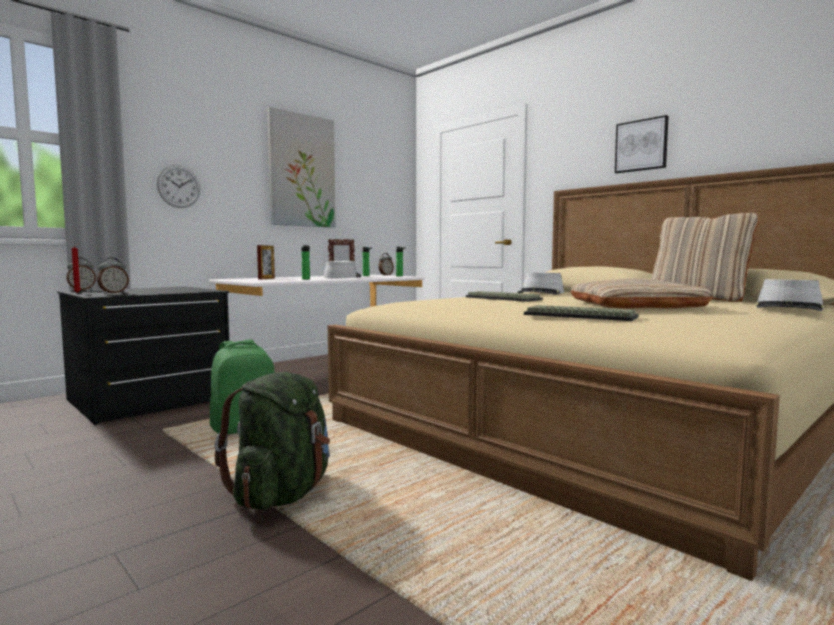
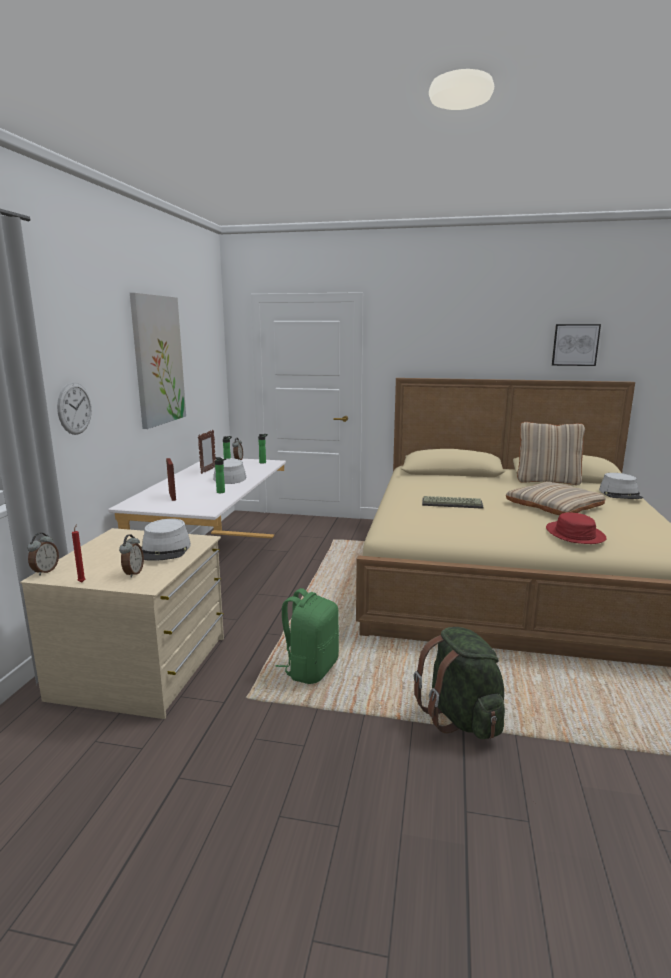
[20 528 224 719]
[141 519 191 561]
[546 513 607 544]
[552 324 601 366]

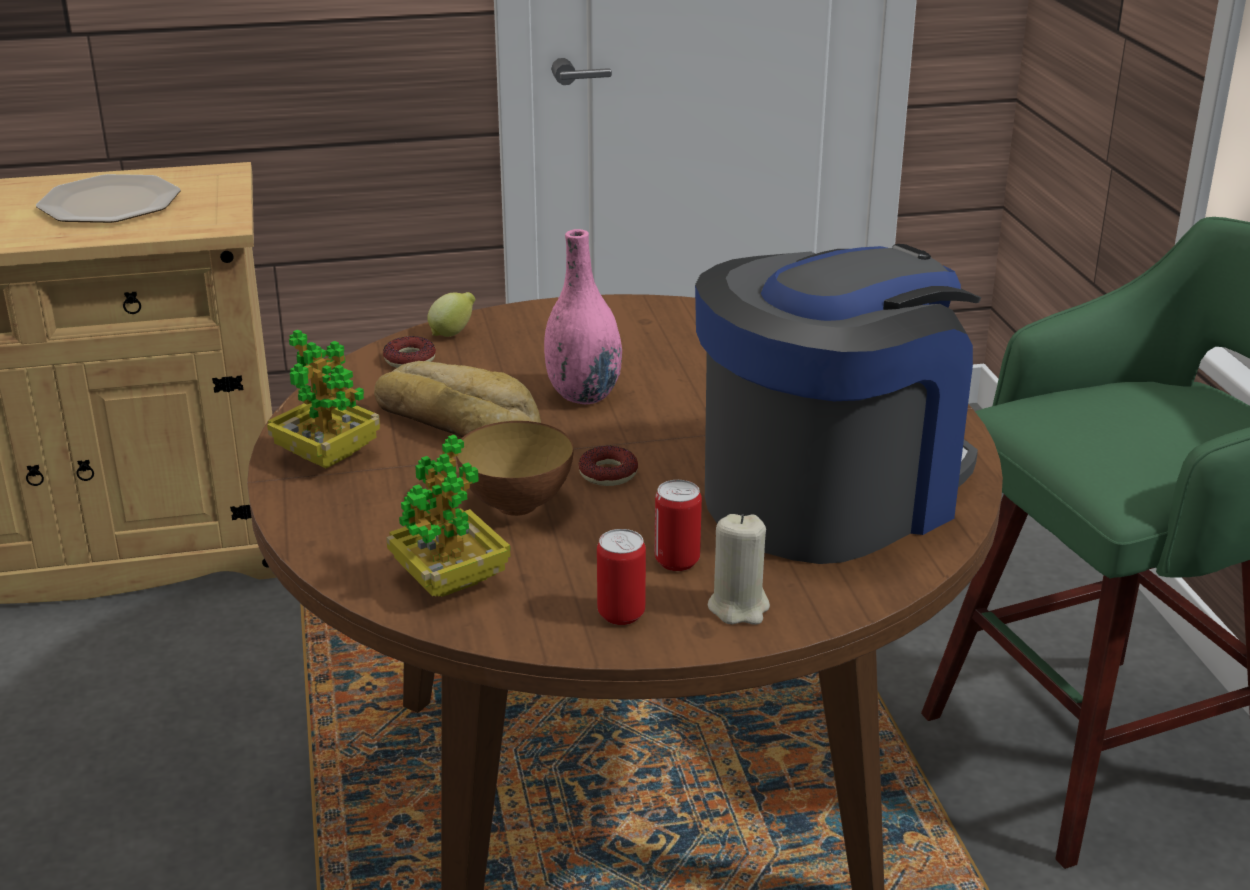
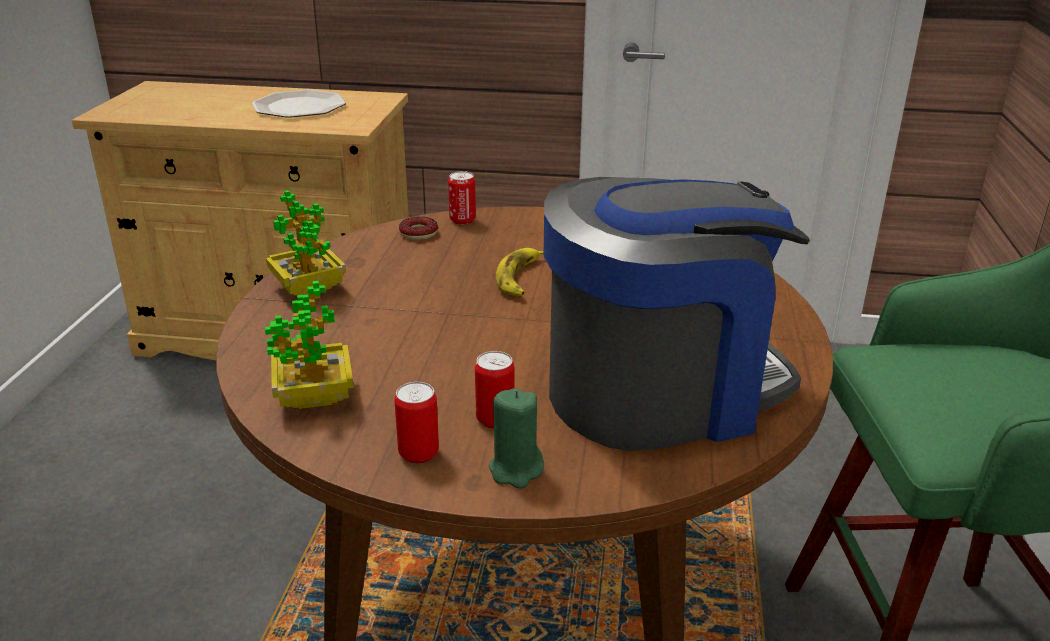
[374 361 541 438] (first image)
[448 171 476 225]
[456 421 574 516] (first image)
[496 248 544 296]
[579 446 638 486] (first image)
[489 388 544 489]

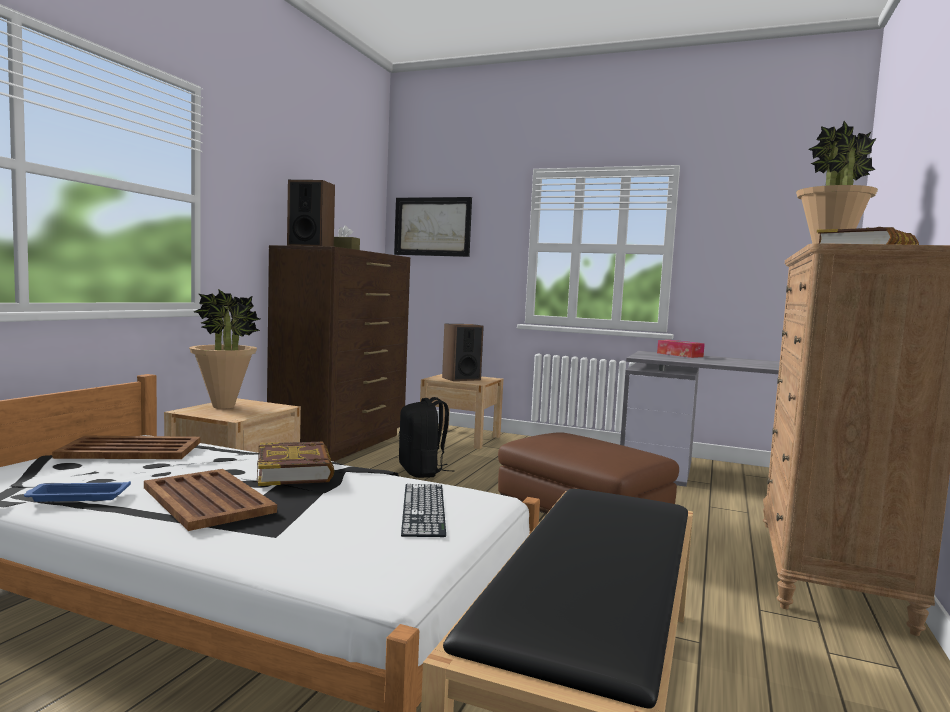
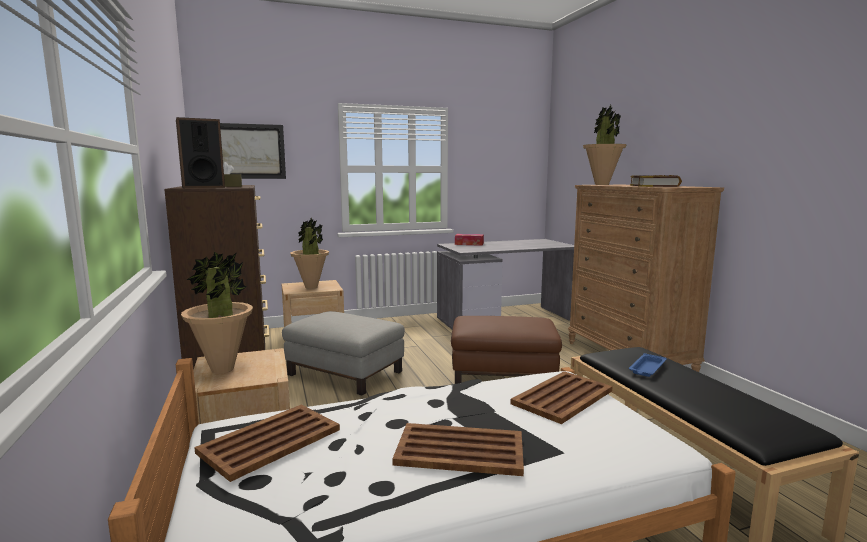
[629 353 666 377]
[257 442 334 486] (first image)
[282 311 405 396]
[510 371 613 424]
[290 218 329 289]

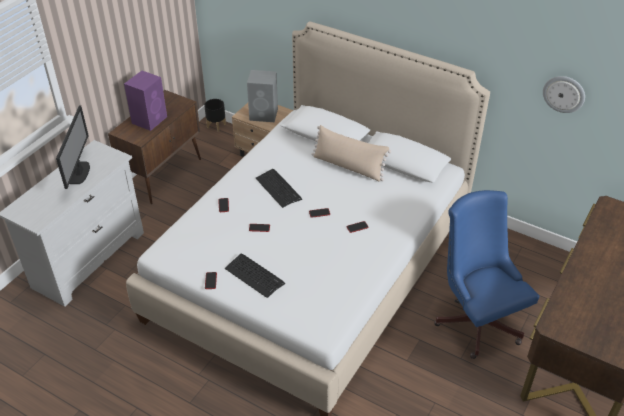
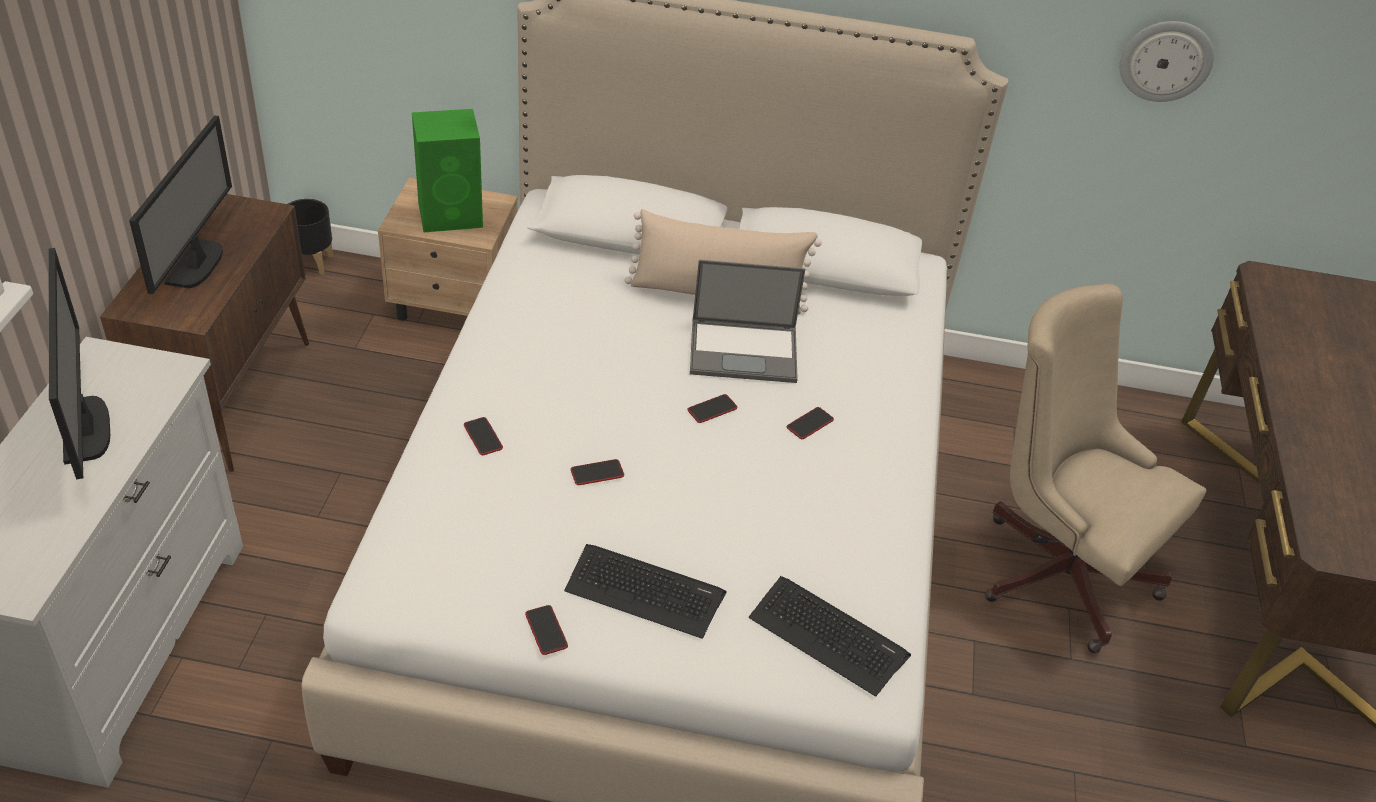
[129 115 232 294]
[412 109 483 232]
[749 576 911 697]
[985 284 1206 653]
[690 260 805 383]

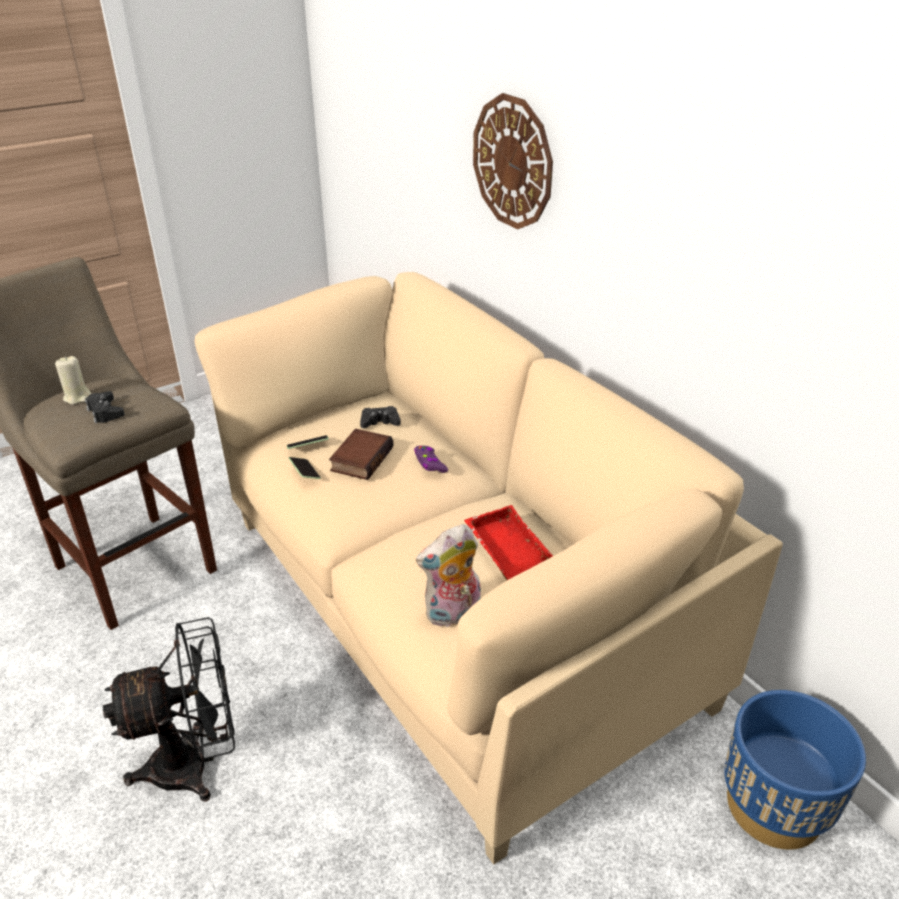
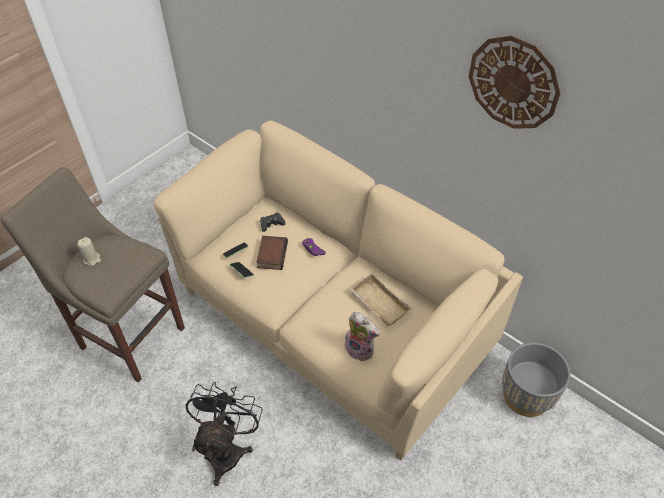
[85 391 125 423] (first image)
[185 382 263 486]
[345 312 380 362]
[349 273 412 326]
[469 36 561 129]
[502 342 571 417]

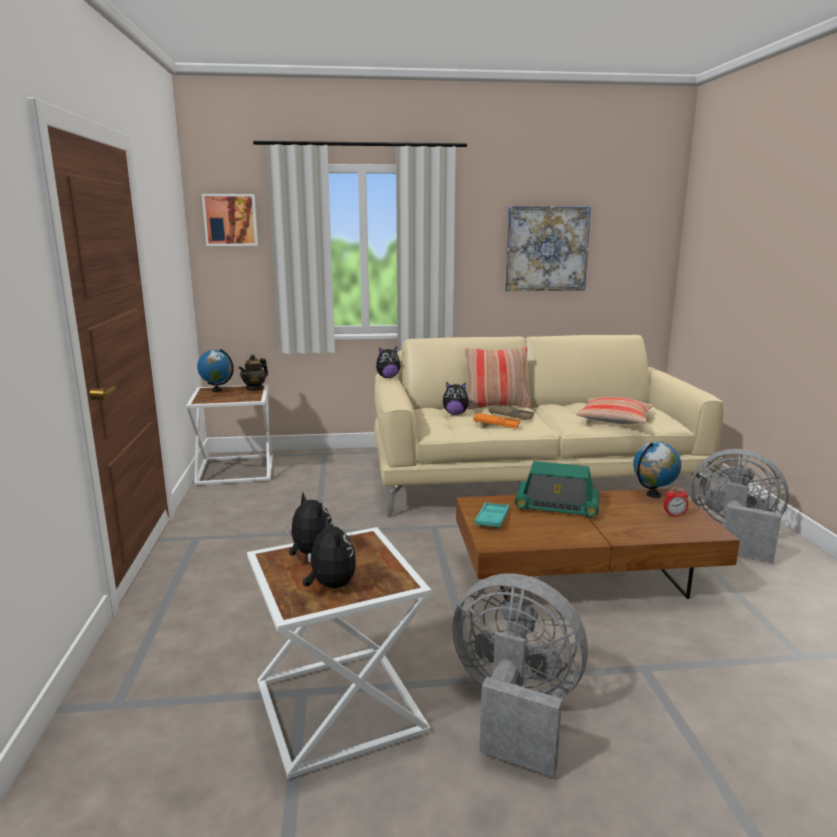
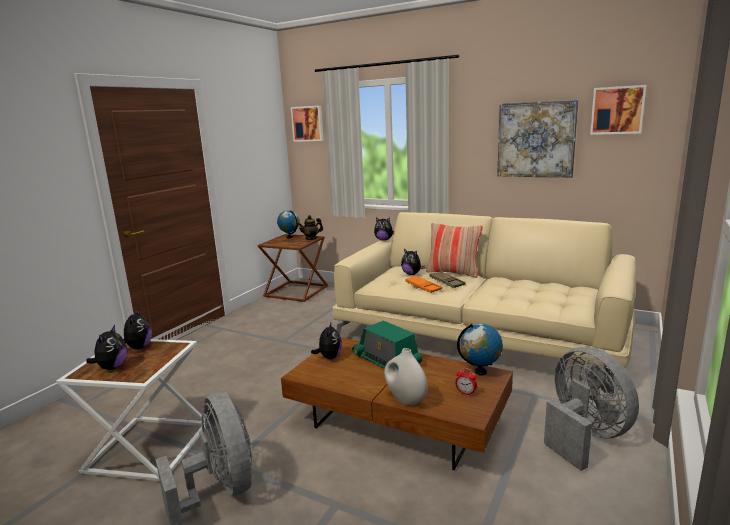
[258 234 328 302]
[311 323 342 359]
[577 397 653 424] (first image)
[384 348 428 406]
[590 85 646 135]

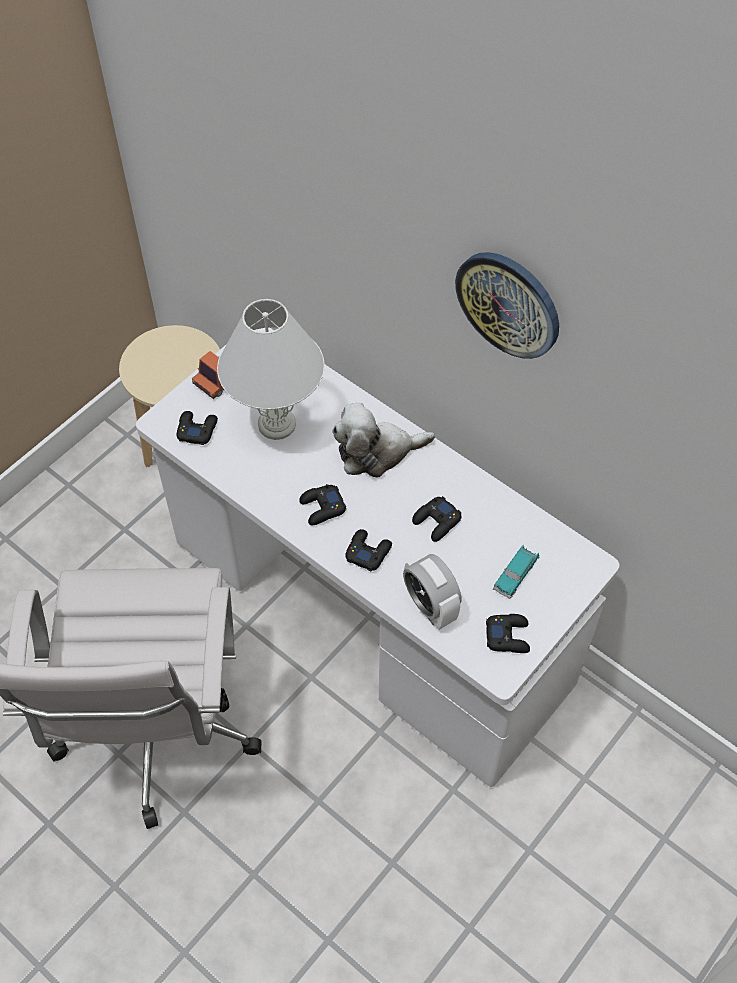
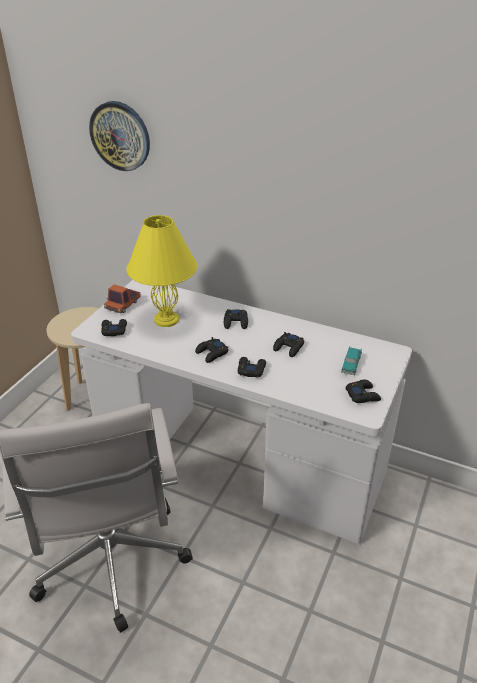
[126 215 197 327]
[224 309 248 329]
[403 553 462 630] (first image)
[89 101 150 171]

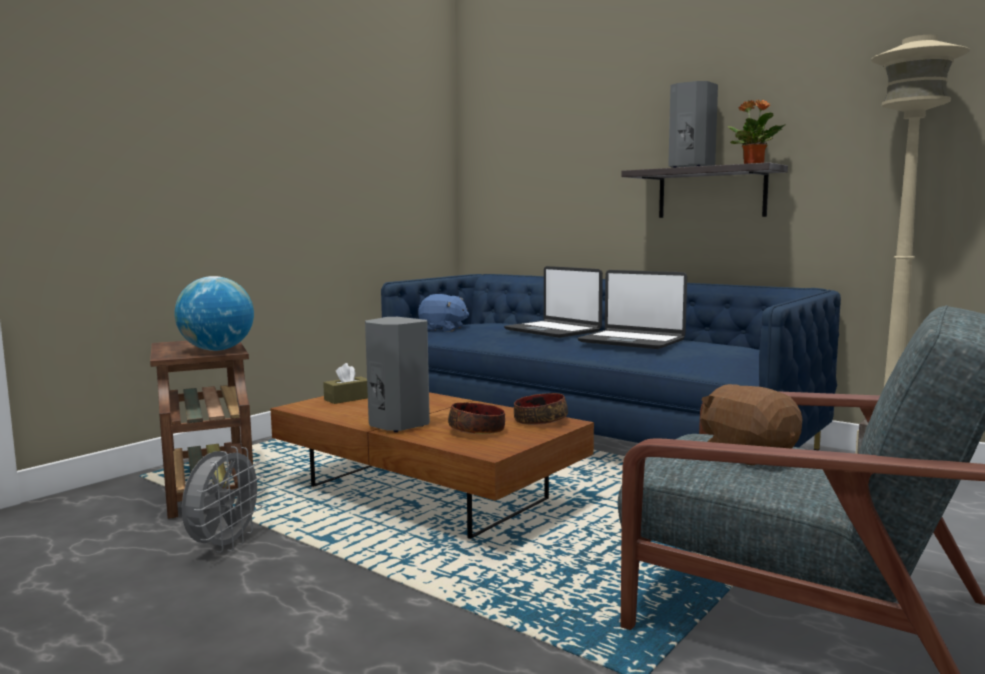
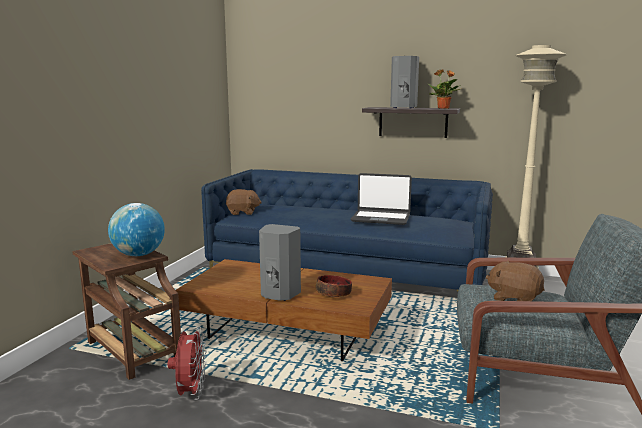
[168 327 207 400]
[323 363 368 404] (first image)
[226 189 262 215]
[504 266 603 338] (first image)
[514 393 568 425] (first image)

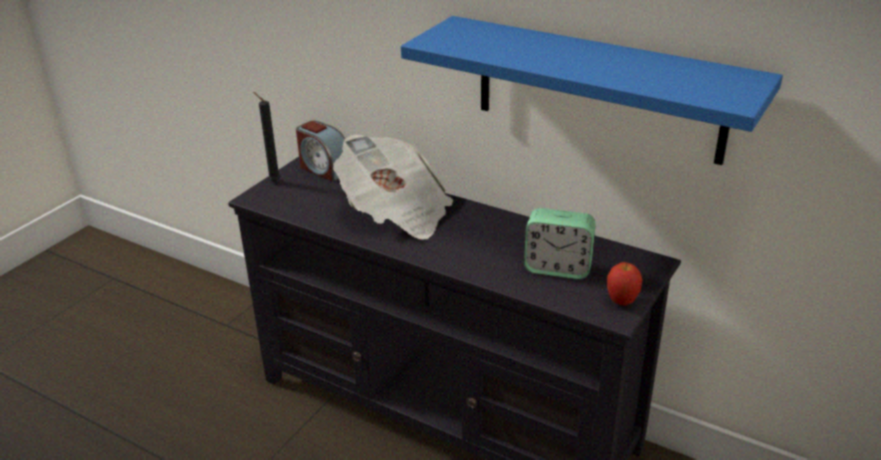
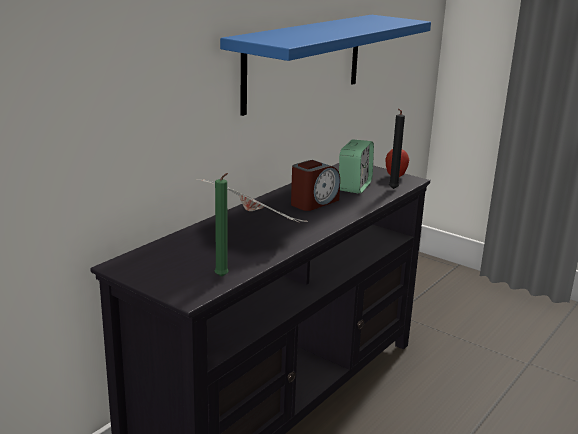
[389 109 405 189]
[291 160 340 211]
[215 173 229 277]

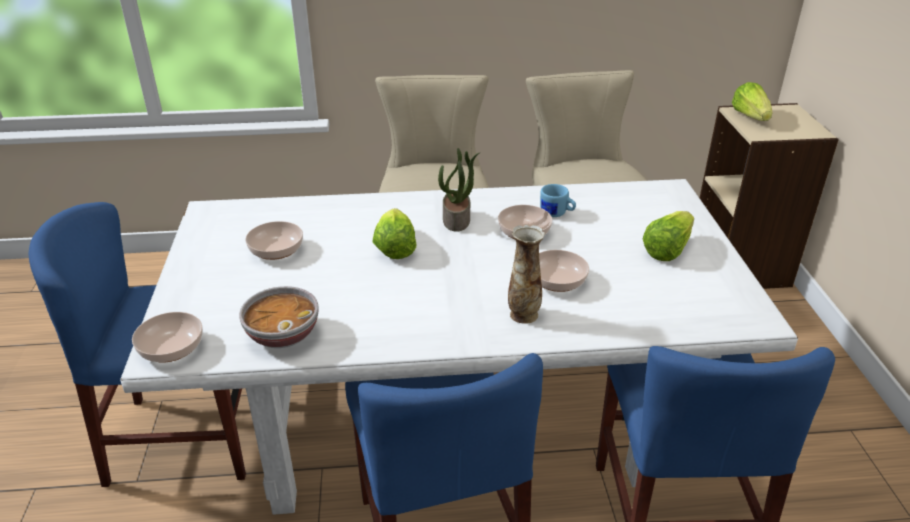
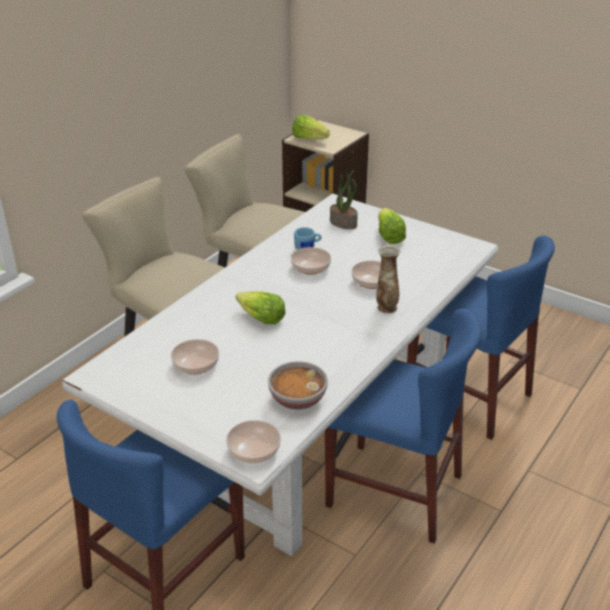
[330 170 358 229]

